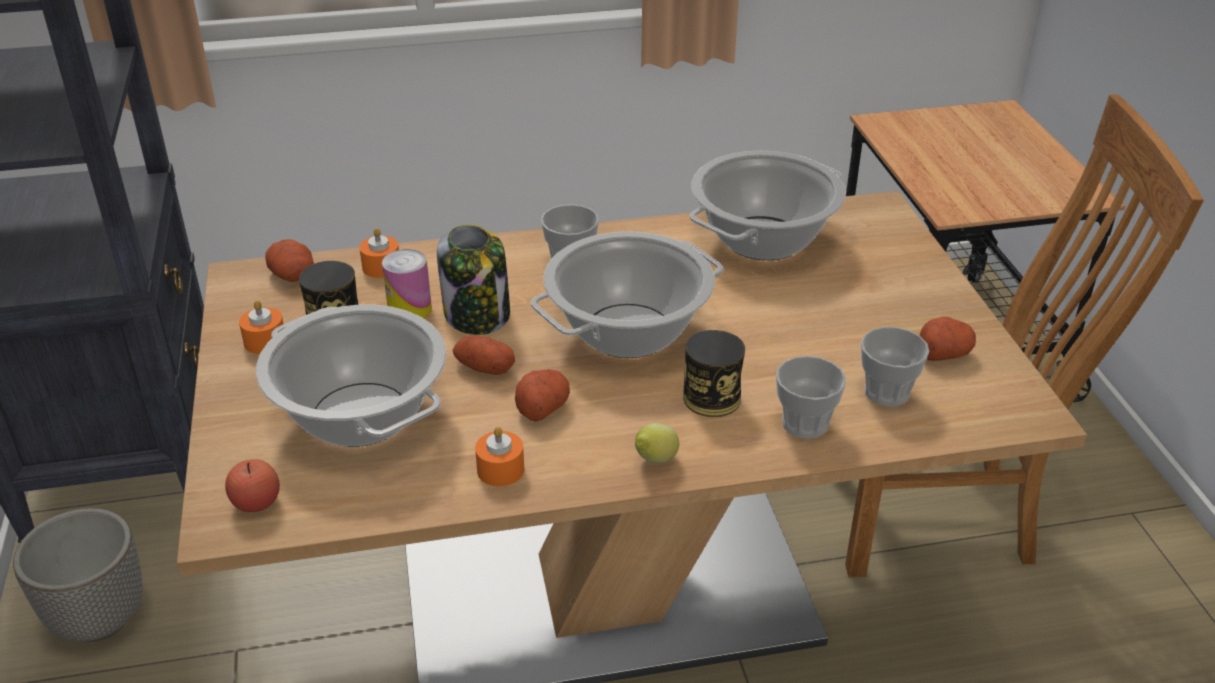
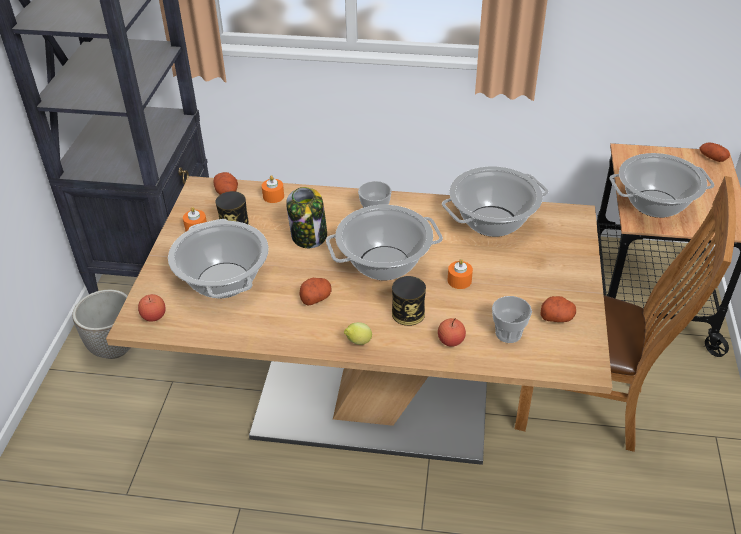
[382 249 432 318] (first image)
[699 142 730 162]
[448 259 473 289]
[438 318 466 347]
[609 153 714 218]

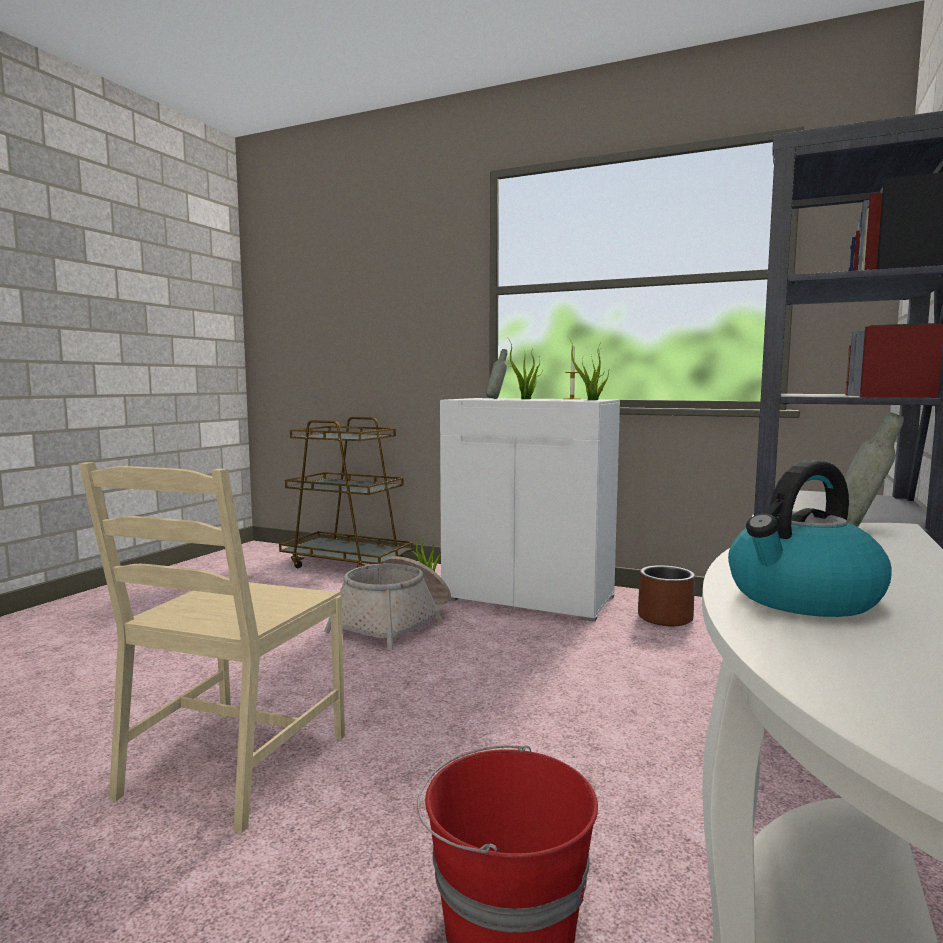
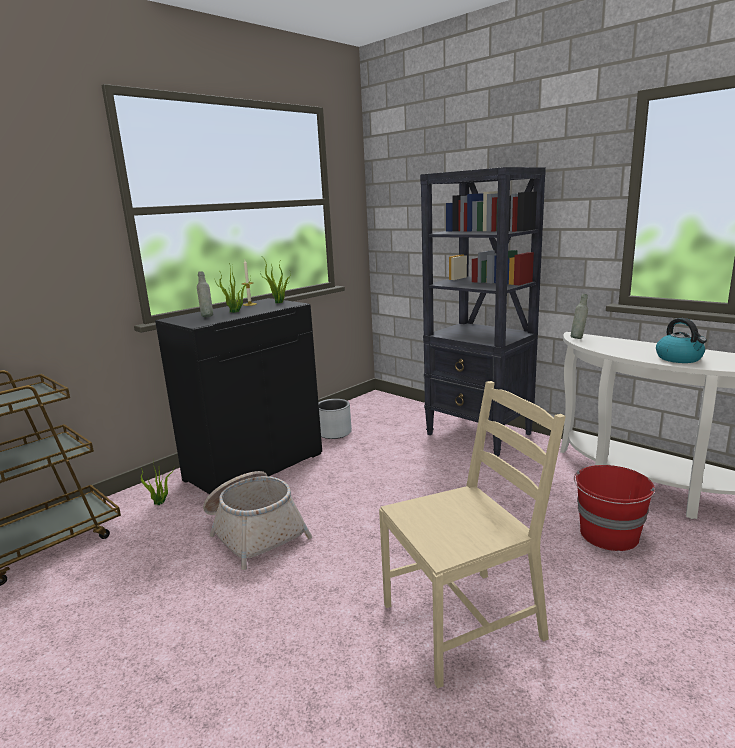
[379 381 566 688]
[155 298 322 494]
[318 399 352 439]

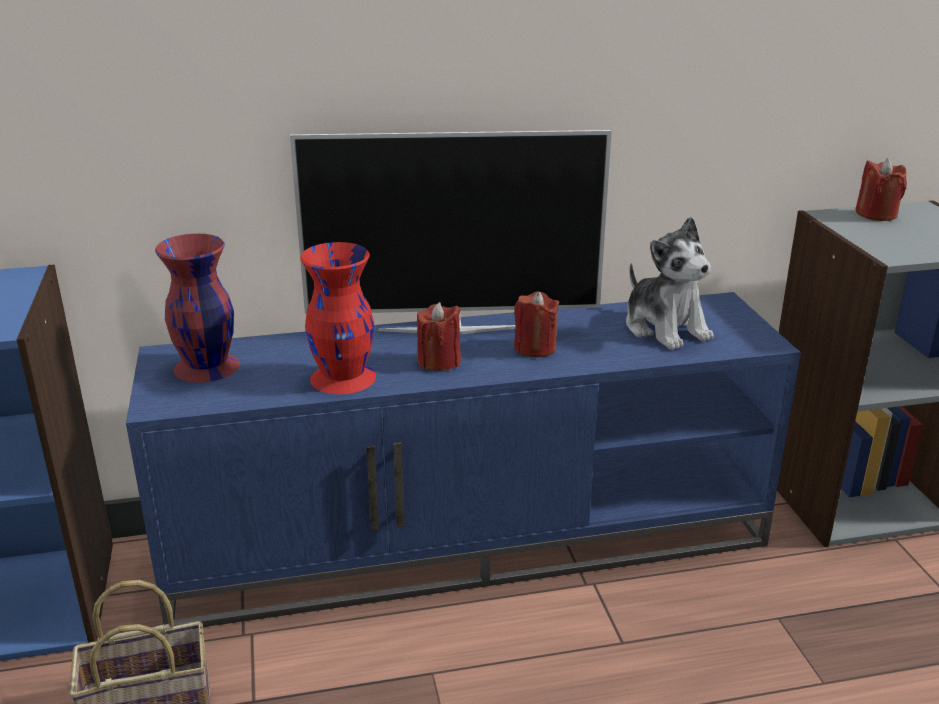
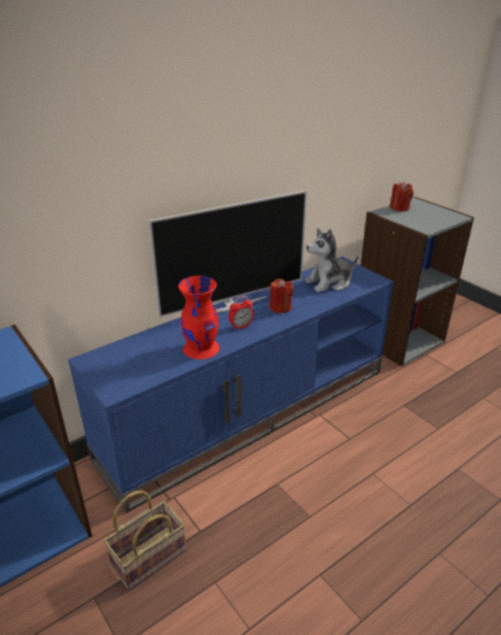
[155 234 240 383] (first image)
[229 296 254 330]
[305 228 358 292]

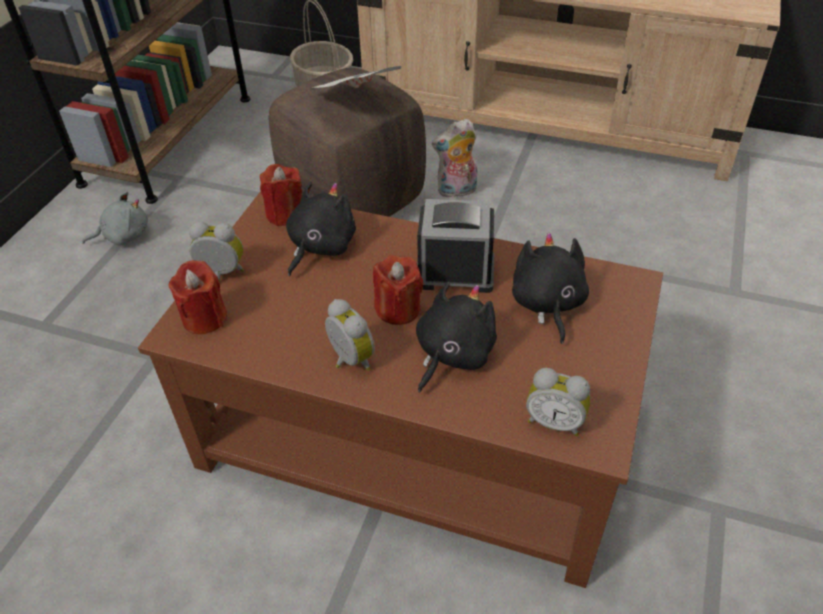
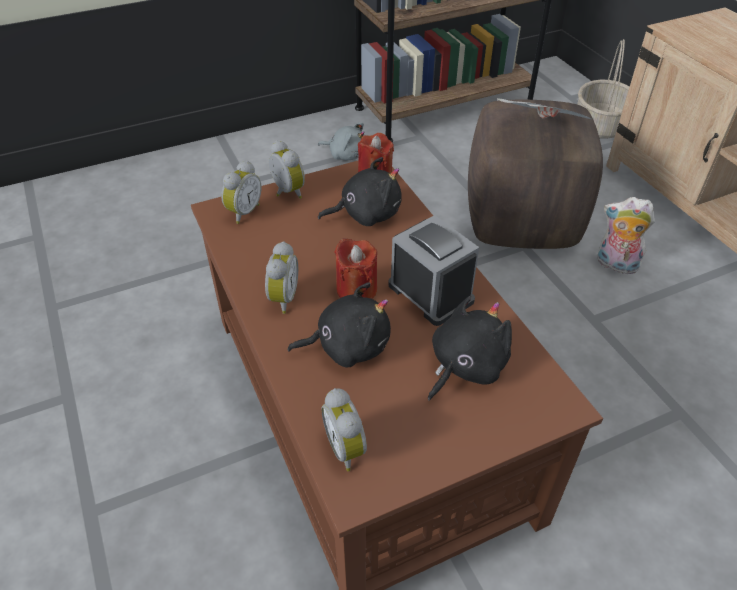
[221 160 262 224]

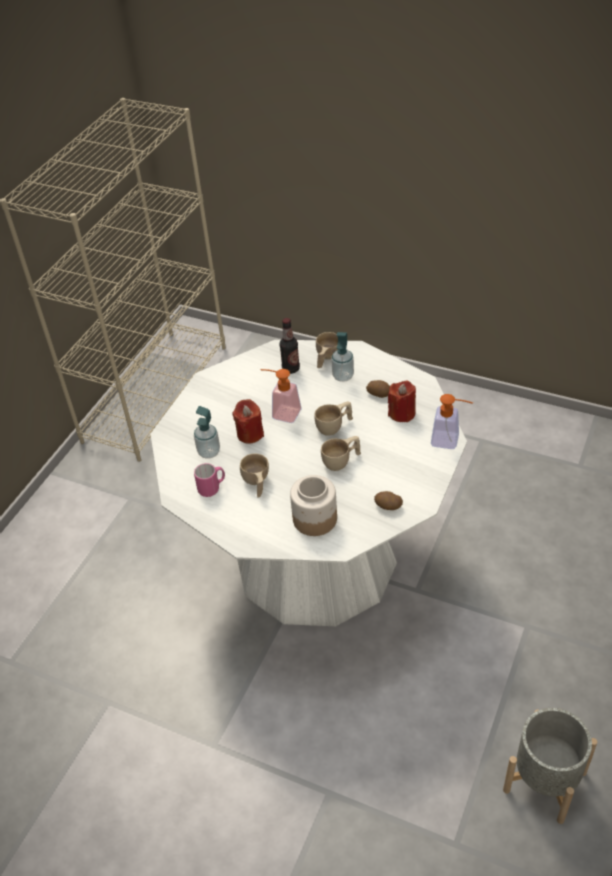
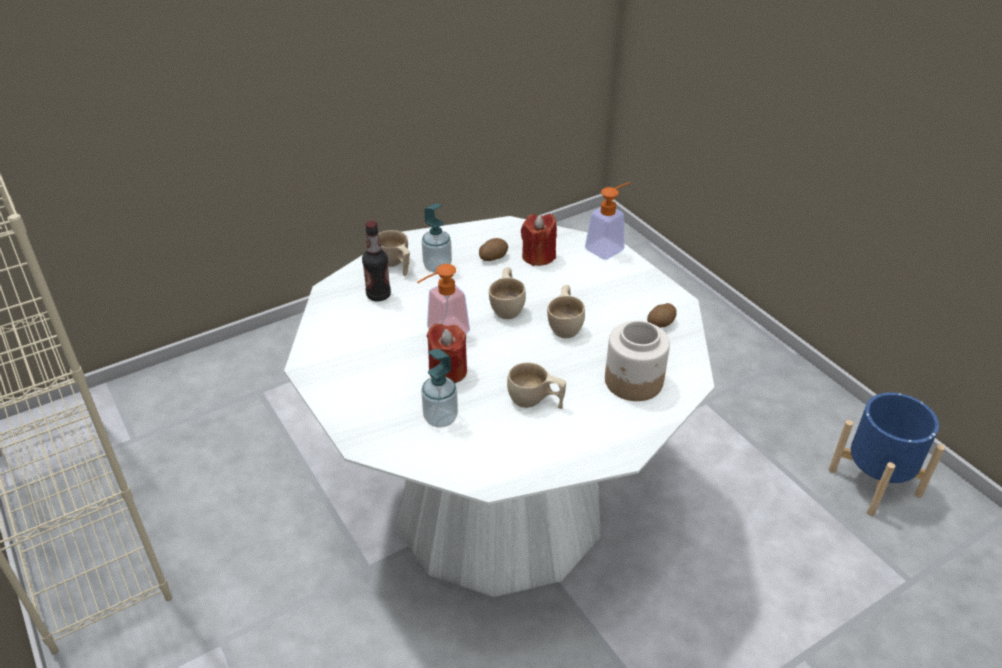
[194 463 225 497] (first image)
[828 392 945 516]

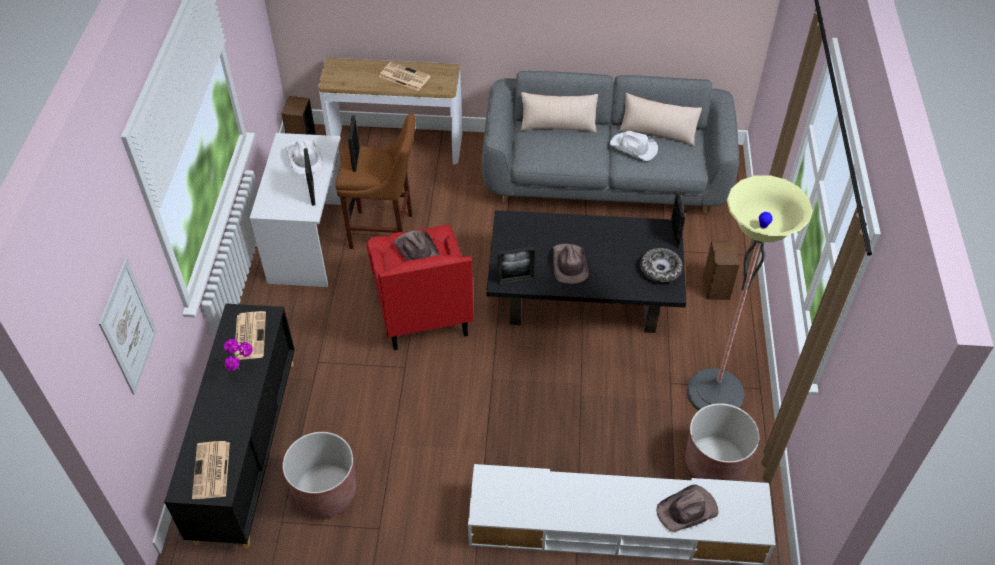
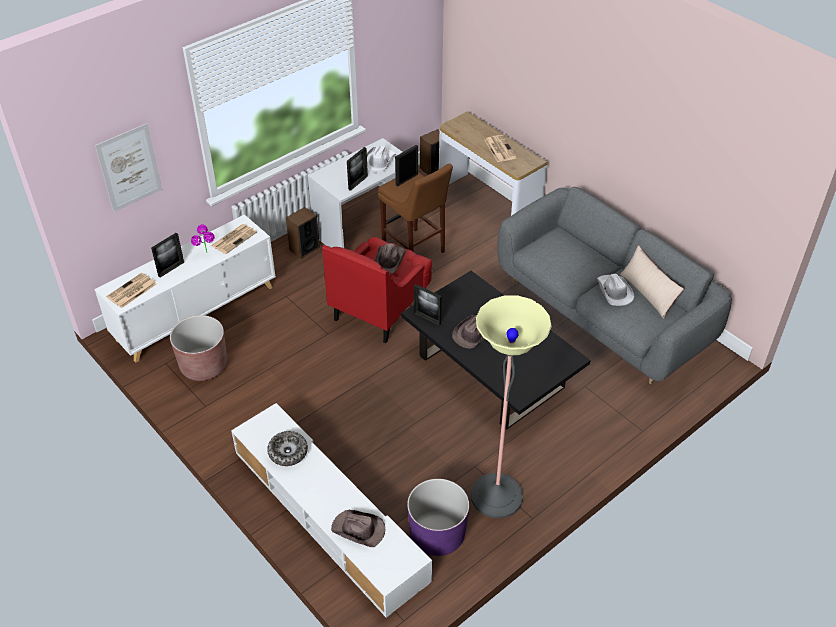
[94 215 276 363]
[521 92 598 133] (first image)
[267 431 308 466]
[151 233 184 278]
[407 479 469 556]
[286 207 320 259]

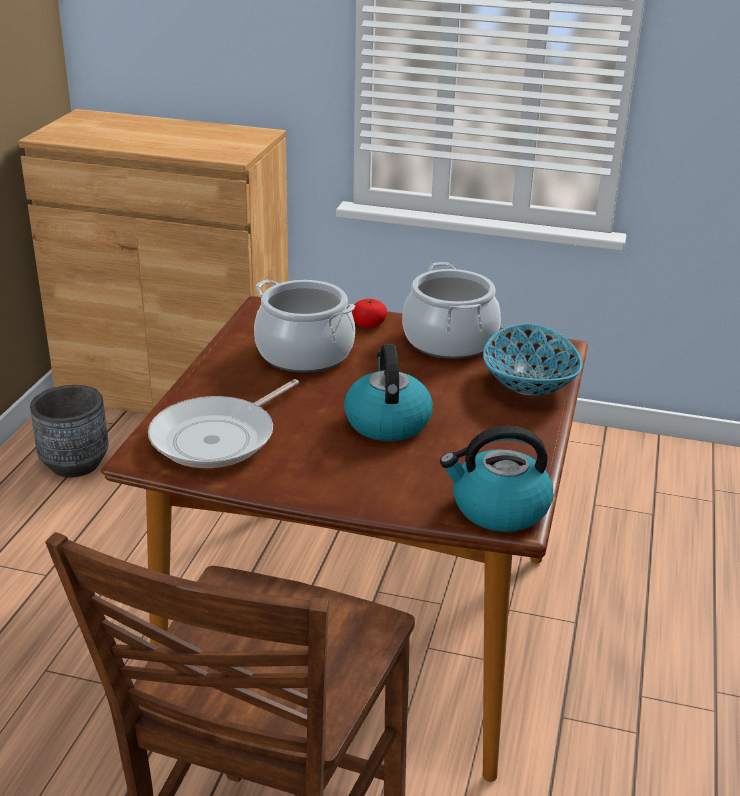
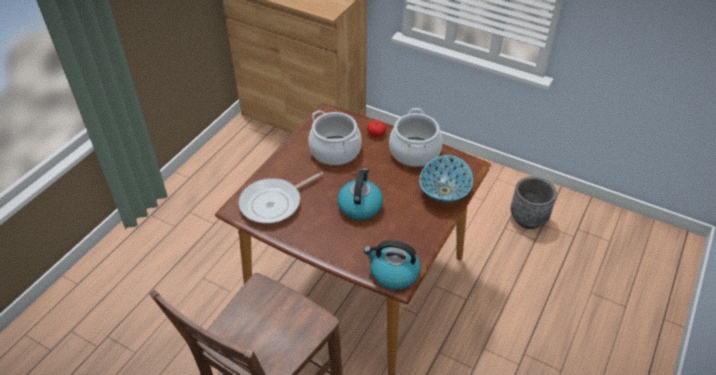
[510 177 557 229]

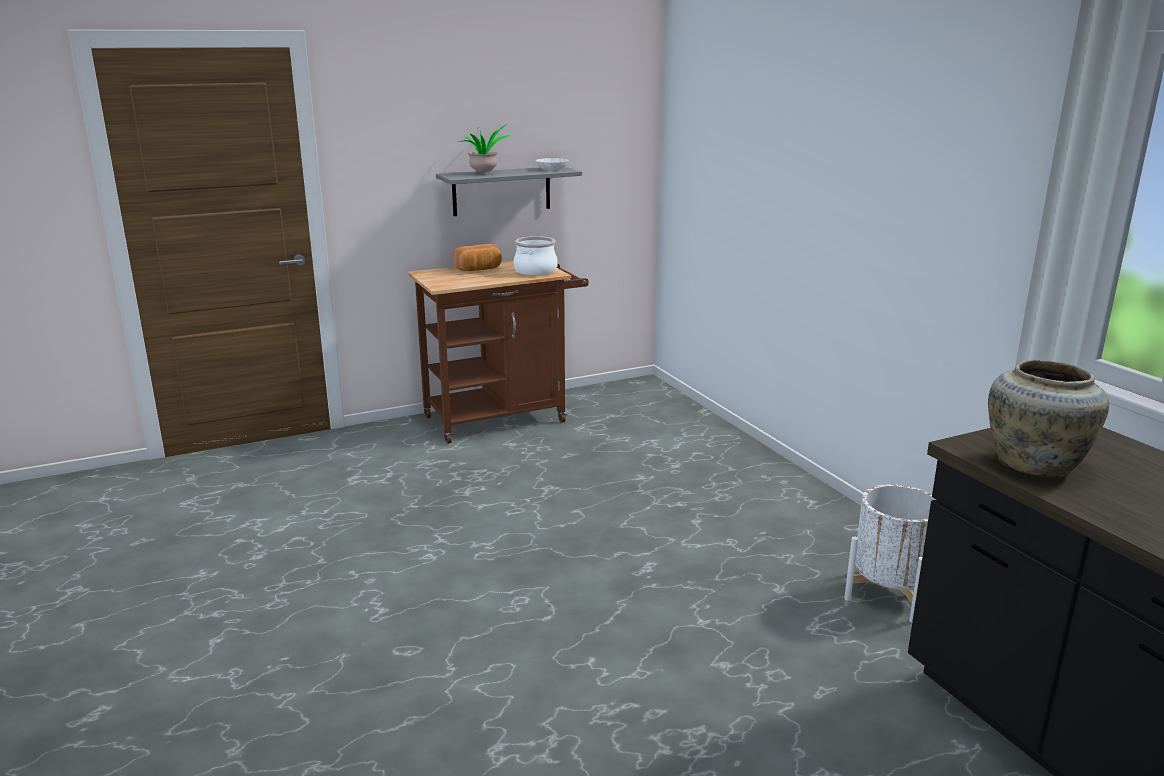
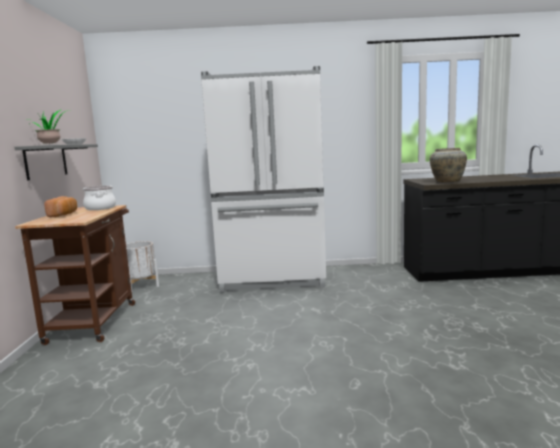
[126 241 159 291]
[201 66 326 293]

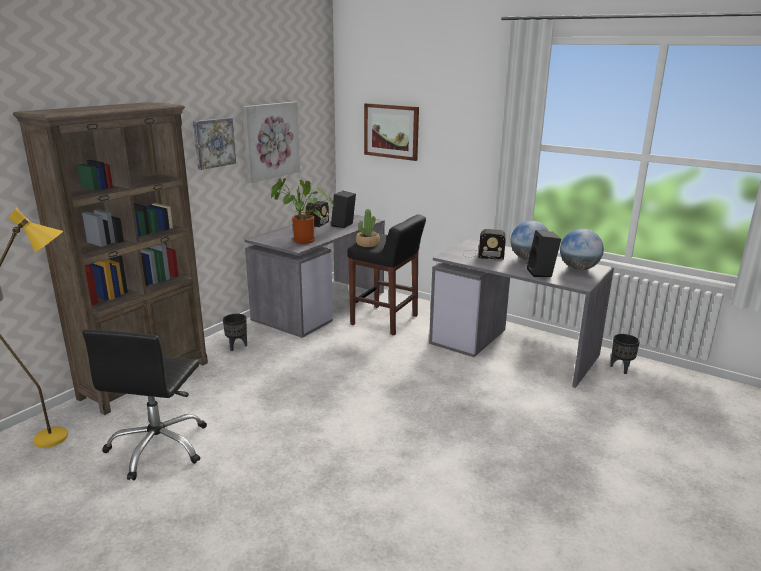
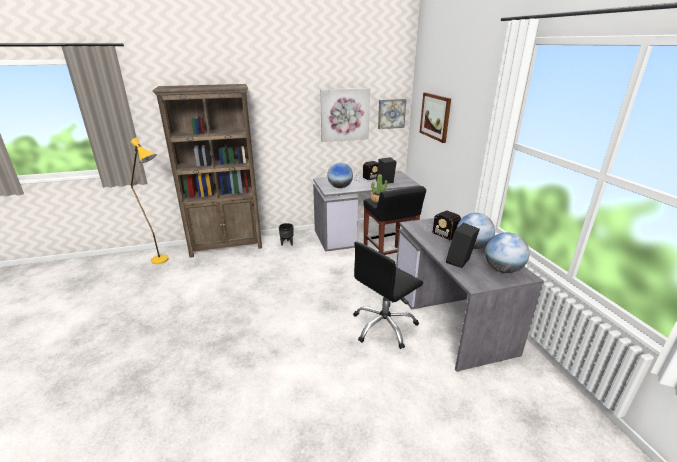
[353 241 423 349]
[378 99 406 129]
[327 162 353 188]
[610 334 640 374] (first image)

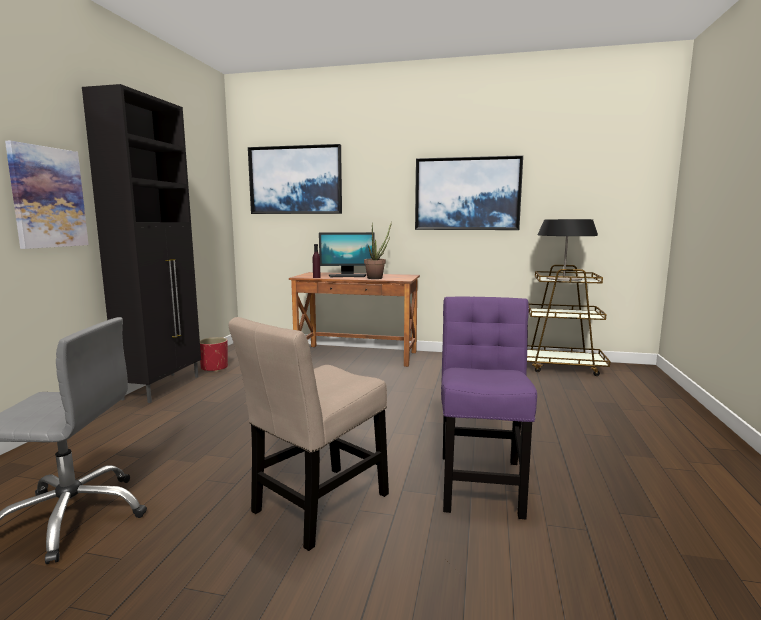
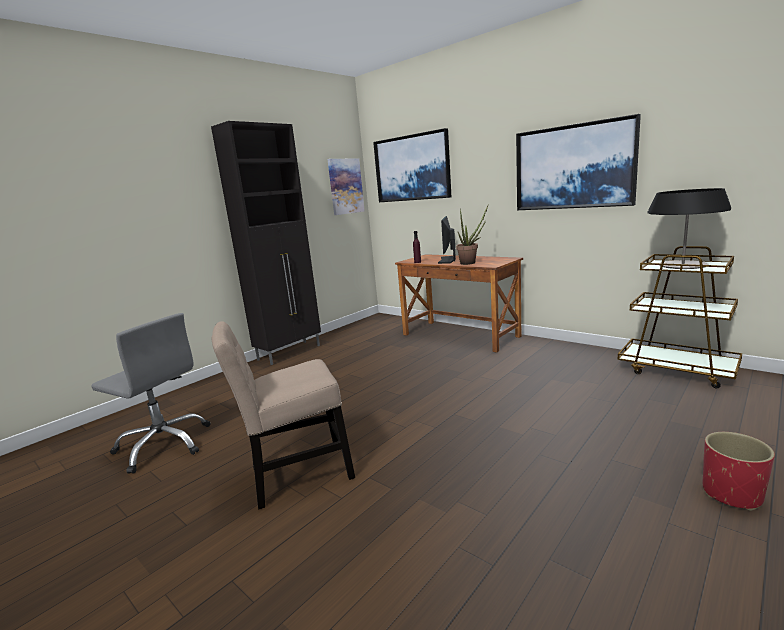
[327 158 365 215]
[702 432 775 511]
[438 216 456 264]
[441 297 537 519] (first image)

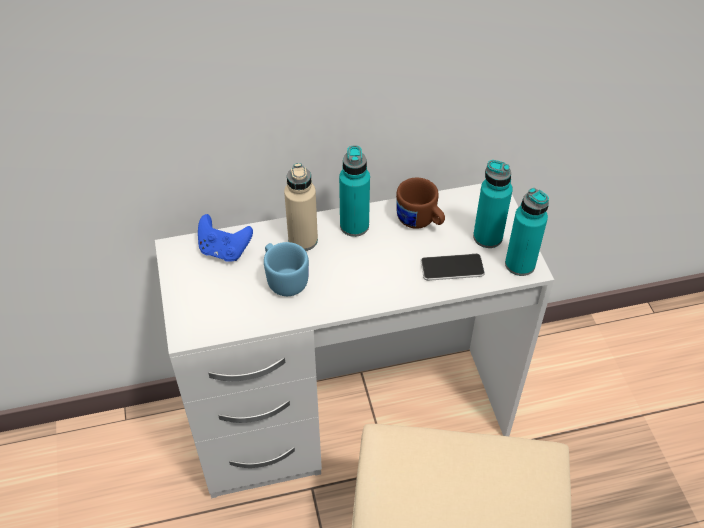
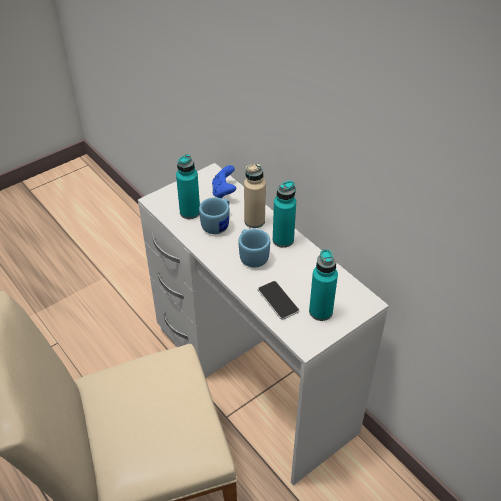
[396 177 445 229] (first image)
[176 154 200 219]
[238 229 270 268]

